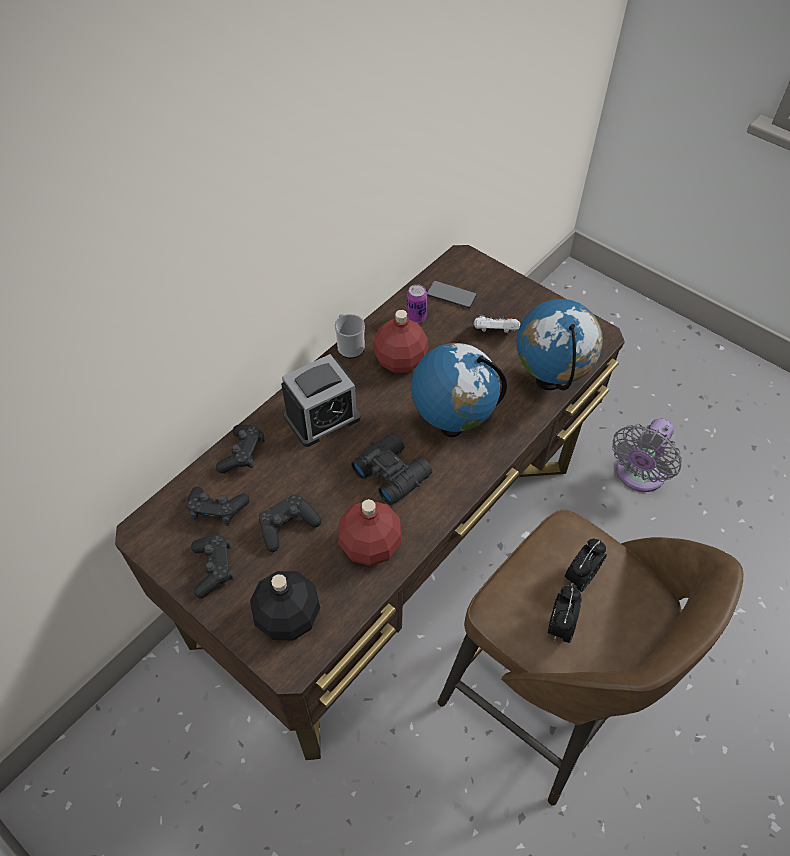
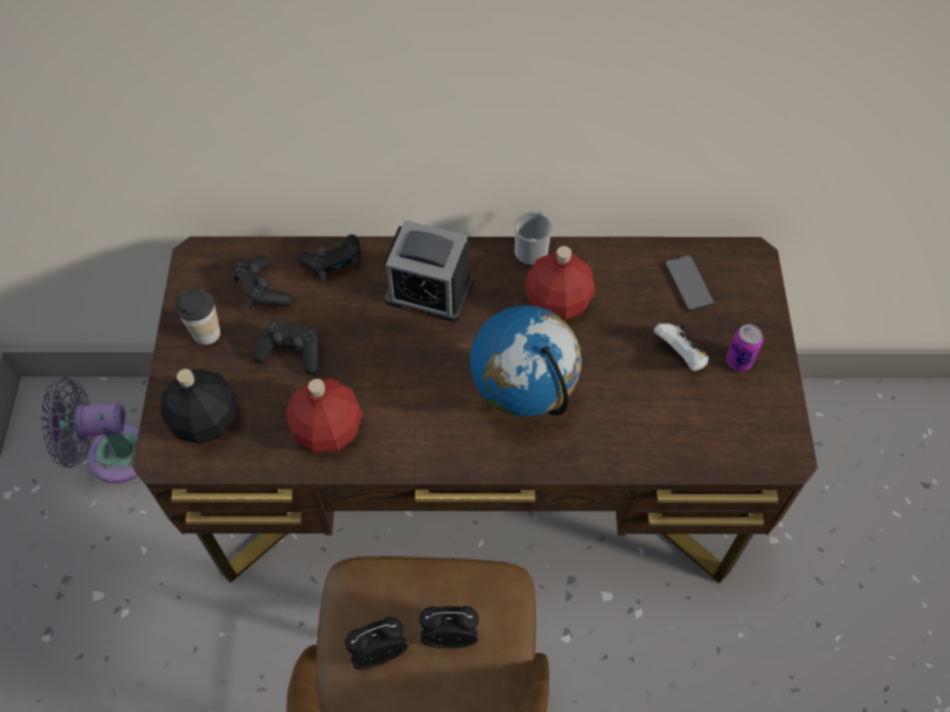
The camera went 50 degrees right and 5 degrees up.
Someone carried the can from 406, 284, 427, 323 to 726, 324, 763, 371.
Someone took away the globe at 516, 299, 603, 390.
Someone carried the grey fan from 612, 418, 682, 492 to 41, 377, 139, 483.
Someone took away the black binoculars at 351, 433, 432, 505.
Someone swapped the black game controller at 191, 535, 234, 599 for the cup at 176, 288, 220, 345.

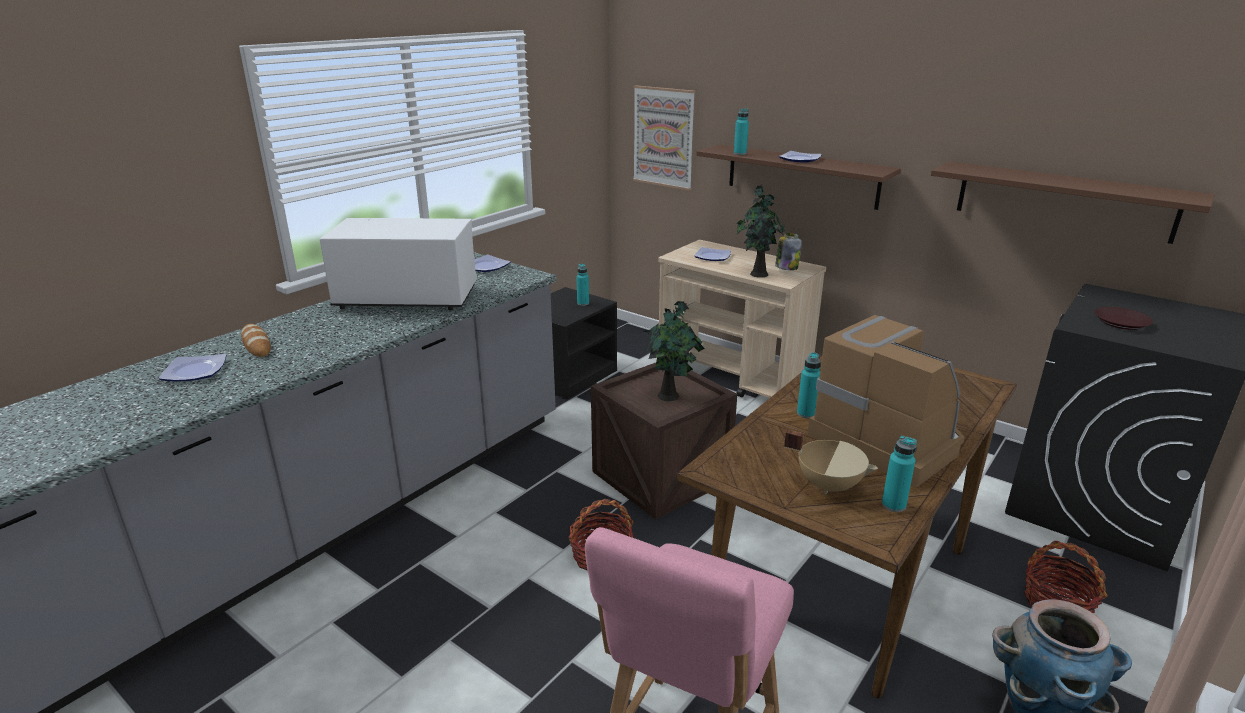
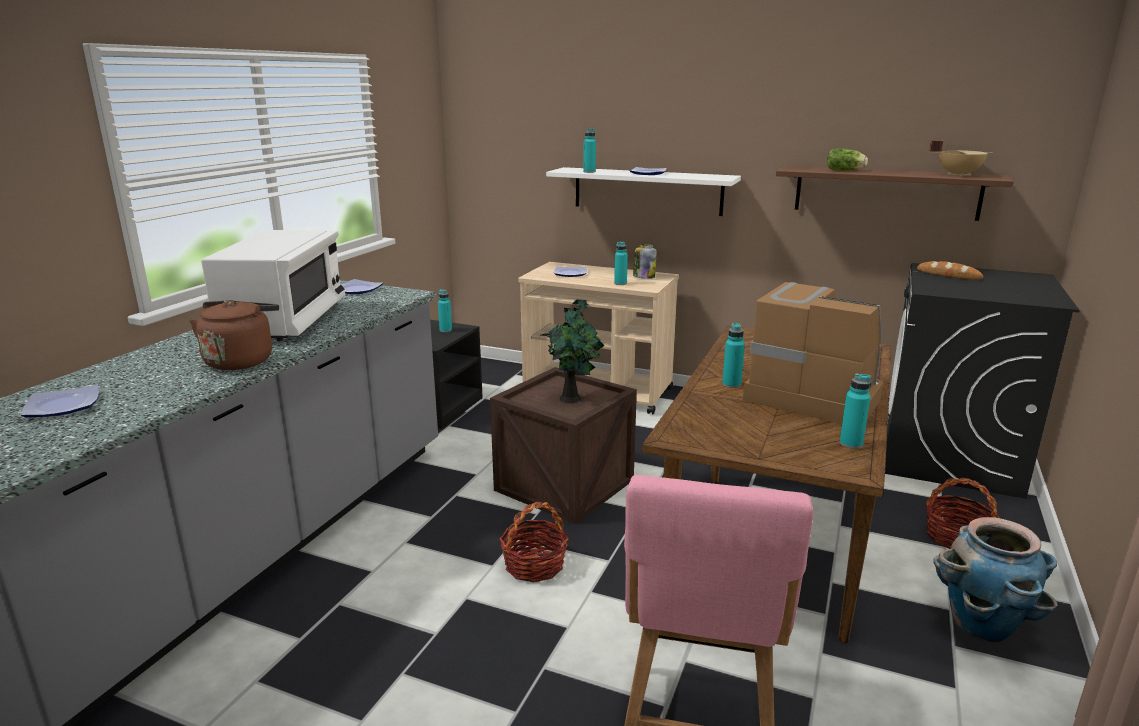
The camera went 15 degrees left and 5 degrees down.
Someone took away the picture at 633, 85, 695, 191.
Someone repainted the brown shelf at 696, 145, 901, 210, which became the white shelf at 546, 167, 741, 216.
Someone swapped the potted plant at 737, 185, 785, 278 for the turquoise bottle at 614, 241, 628, 285.
Someone rotated the white microwave at 320, 218, 477, 311 by 105 degrees clockwise.
Someone took away the brown plate at 1094, 307, 1153, 330.
Someone carried the bread from 241, 324, 271, 357 to 917, 261, 983, 280.
Someone carried the beige cooking pot from 784, 430, 878, 495 to 929, 140, 993, 176.
Someone put down the lettuce at 827, 148, 868, 170.
Someone put down the brown kettle at 189, 300, 279, 370.

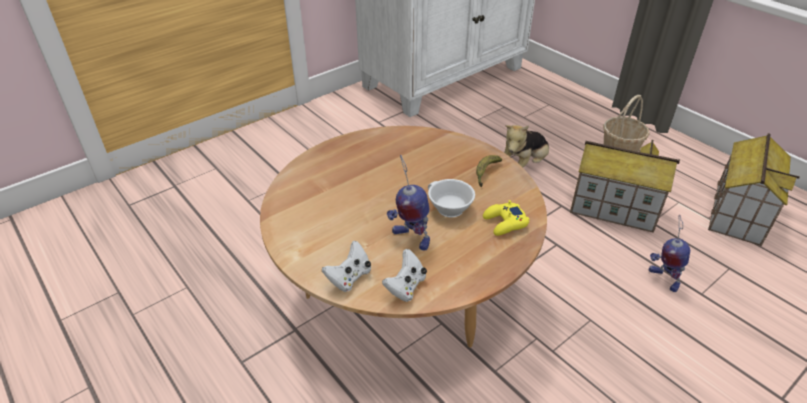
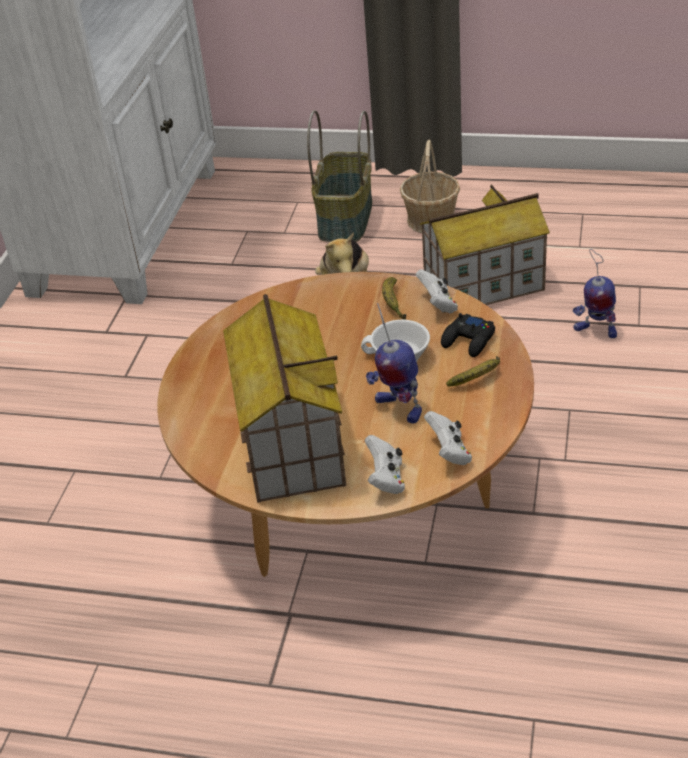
The camera went 35 degrees left and 0 degrees up.
Someone carried the toy house from 708, 133, 800, 246 to 223, 294, 346, 503.
Someone rotated the toy robot at 387, 154, 430, 251 by 45 degrees clockwise.
Someone repainted the yellow game controller at 483, 200, 530, 236, which became the black game controller at 441, 313, 495, 357.
Someone put down the basket at 307, 110, 372, 242.
Someone put down the white game controller at 416, 269, 458, 313.
Someone put down the banana at 446, 356, 500, 386.

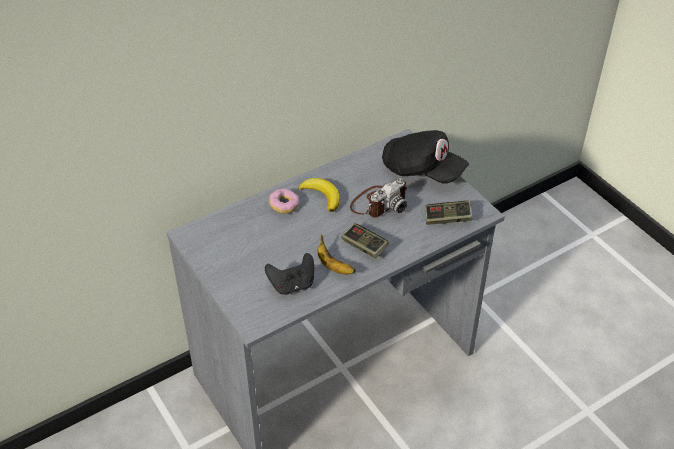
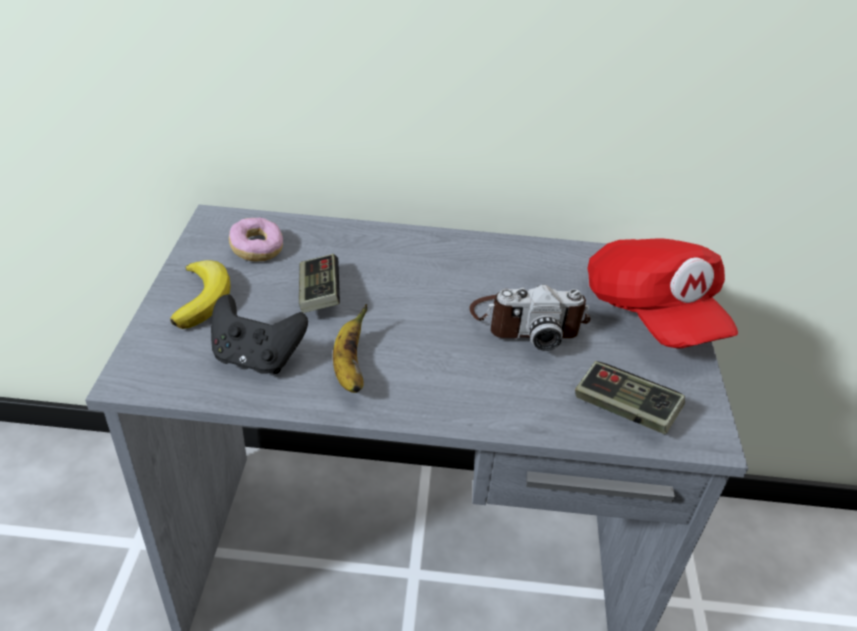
The camera went 35 degrees right and 5 degrees down.
Someone repainted the black cap at 382, 130, 469, 184, which became the red cap at 587, 238, 738, 348.
Someone carried the banana from 298, 178, 340, 212 to 170, 260, 230, 329.
Someone carried the donut from 269, 189, 299, 214 to 229, 218, 283, 262.
Someone carried the game controller from 342, 223, 389, 259 to 299, 254, 340, 313.

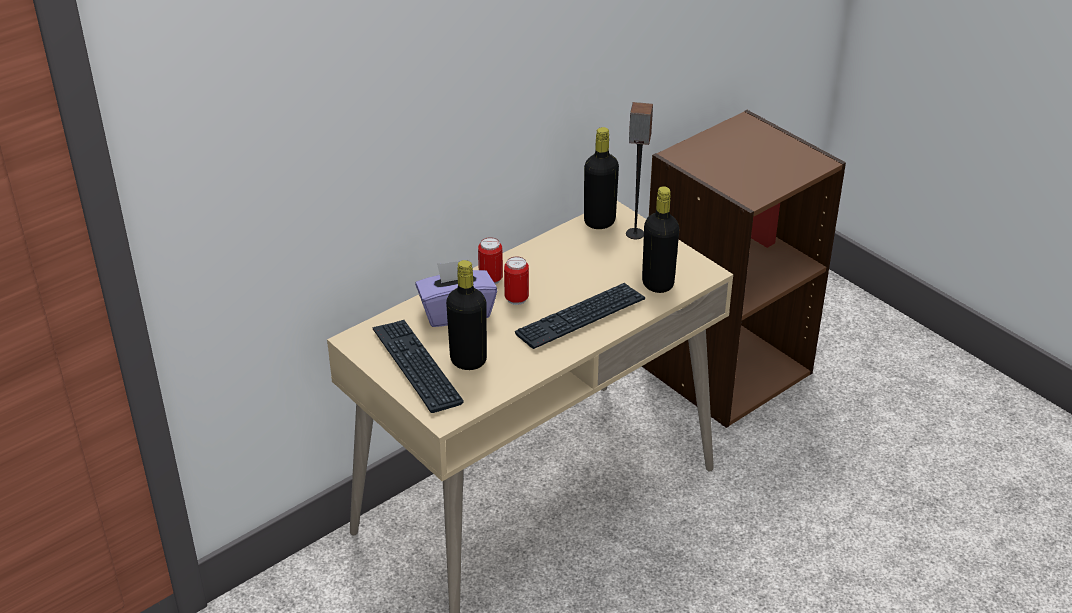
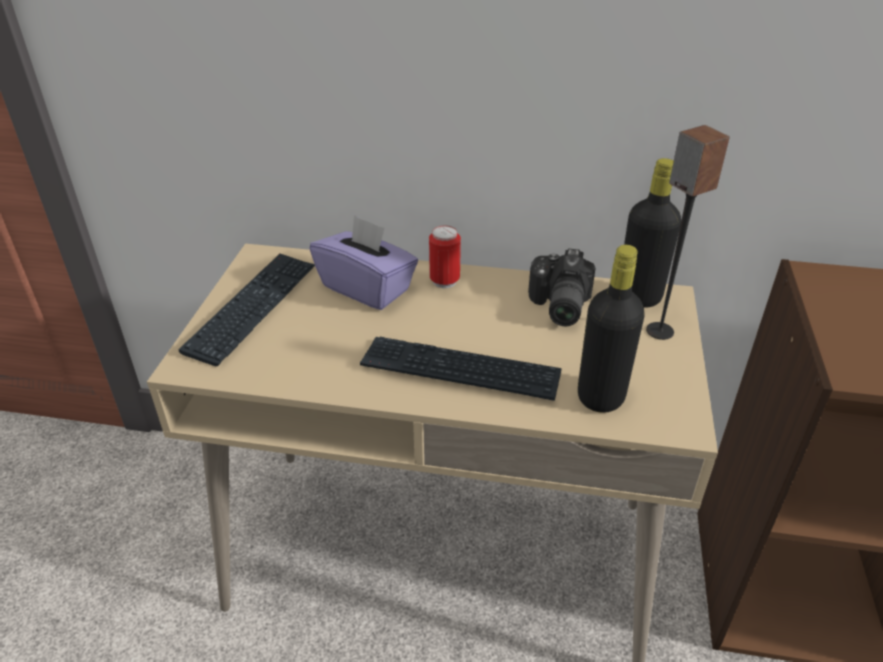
The camera went 50 degrees right and 0 degrees up.
Someone took away the can at 504, 256, 529, 305.
Someone took away the black bottle at 446, 260, 487, 370.
Someone put down the photo camera at 528, 249, 595, 326.

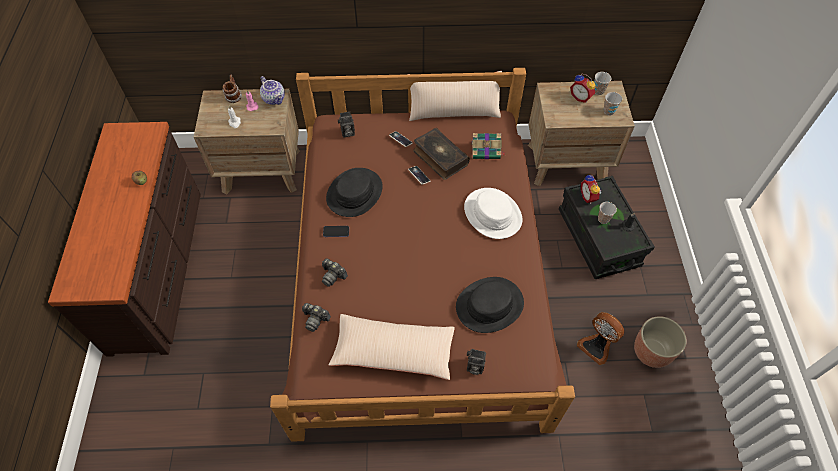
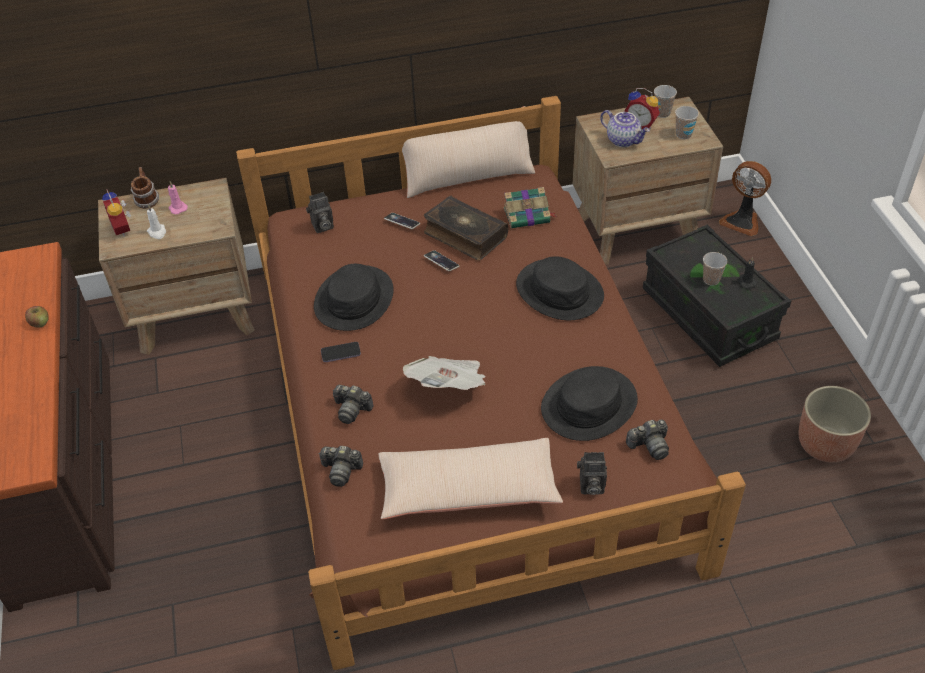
The camera went 10 degrees left and 10 degrees down.
Someone carried the teapot from 260, 76, 285, 105 to 600, 110, 650, 147.
Someone carried the alarm clock from 581, 175, 601, 204 to 102, 190, 131, 237.
Someone repainted the white hat at 464, 188, 522, 239, which became the black hat at 516, 256, 604, 320.
Someone carried the fan from 577, 312, 624, 365 to 719, 161, 771, 236.
Someone put down the newspaper at 403, 356, 486, 390.
Someone put down the photo camera at 626, 420, 669, 460.

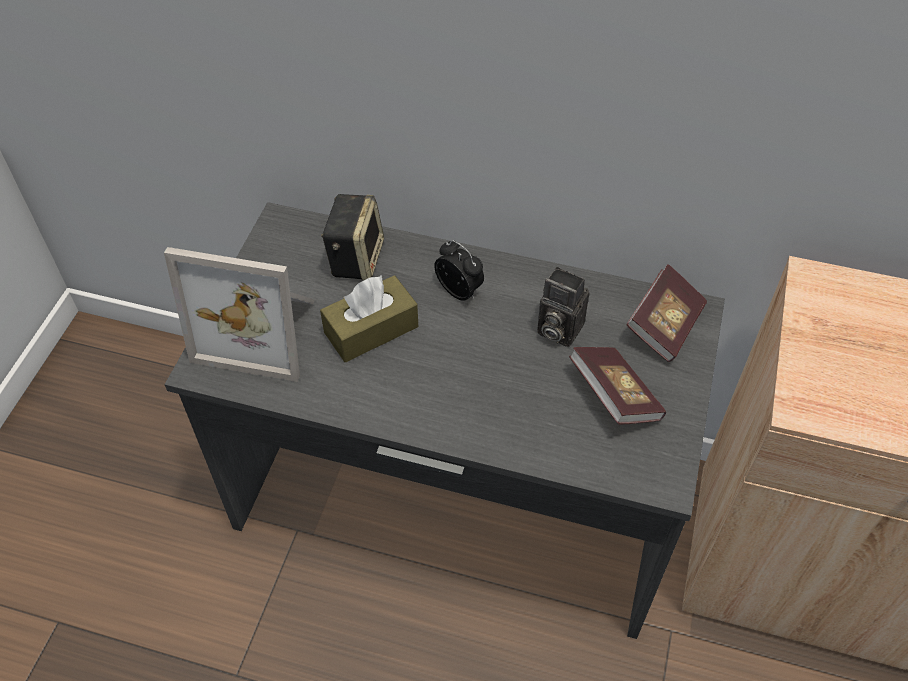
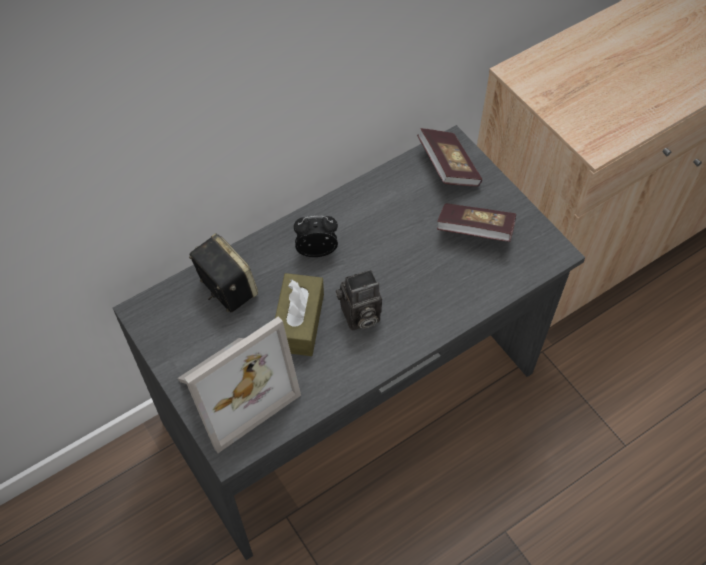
The camera went 50 degrees left and 5 degrees up.
Someone carried the photo camera from 537, 267, 589, 347 to 336, 270, 382, 330.

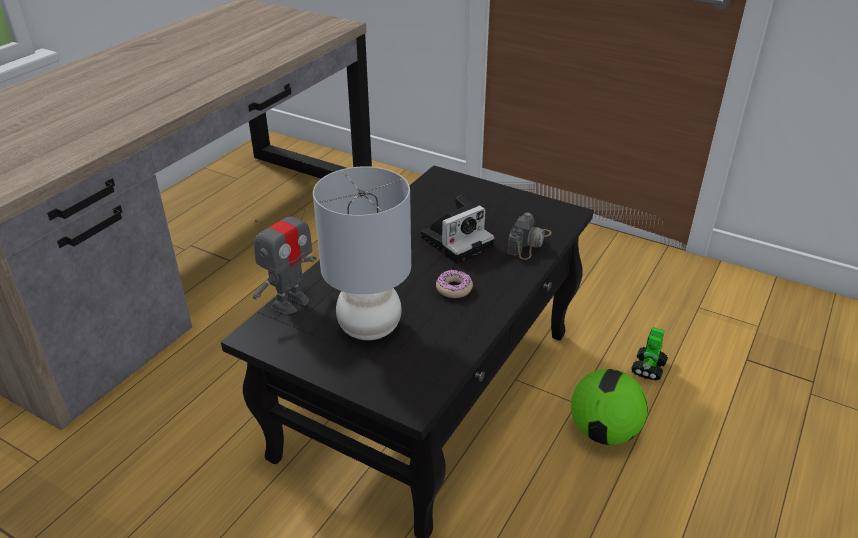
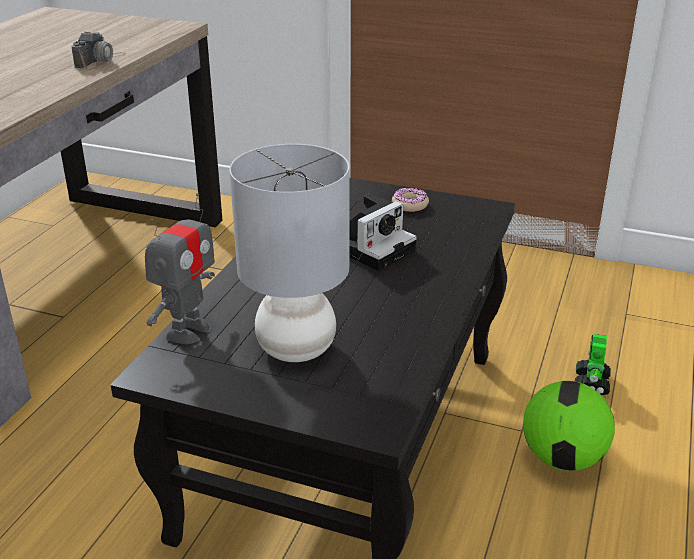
The camera went 10 degrees left and 5 degrees down.
Someone carried the photo camera from 507, 212, 552, 260 to 71, 32, 126, 70.
Someone carried the donut from 436, 270, 473, 298 to 392, 188, 429, 212.

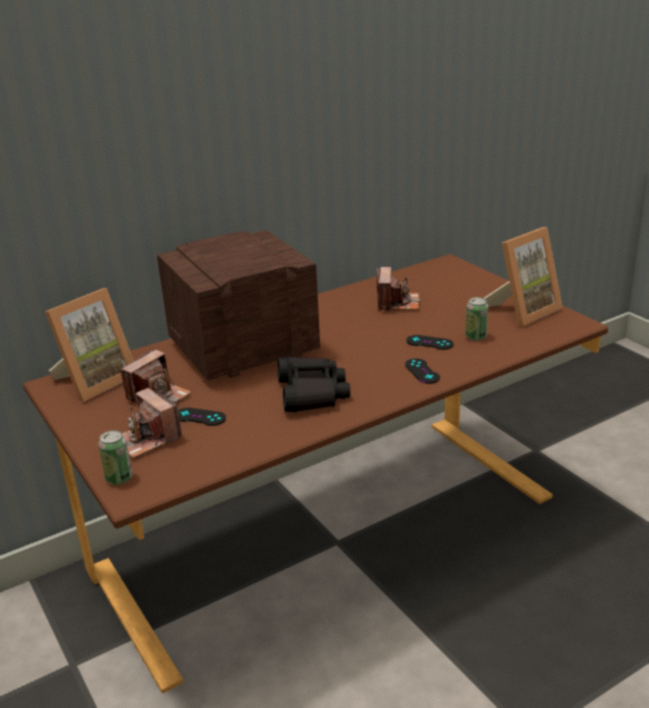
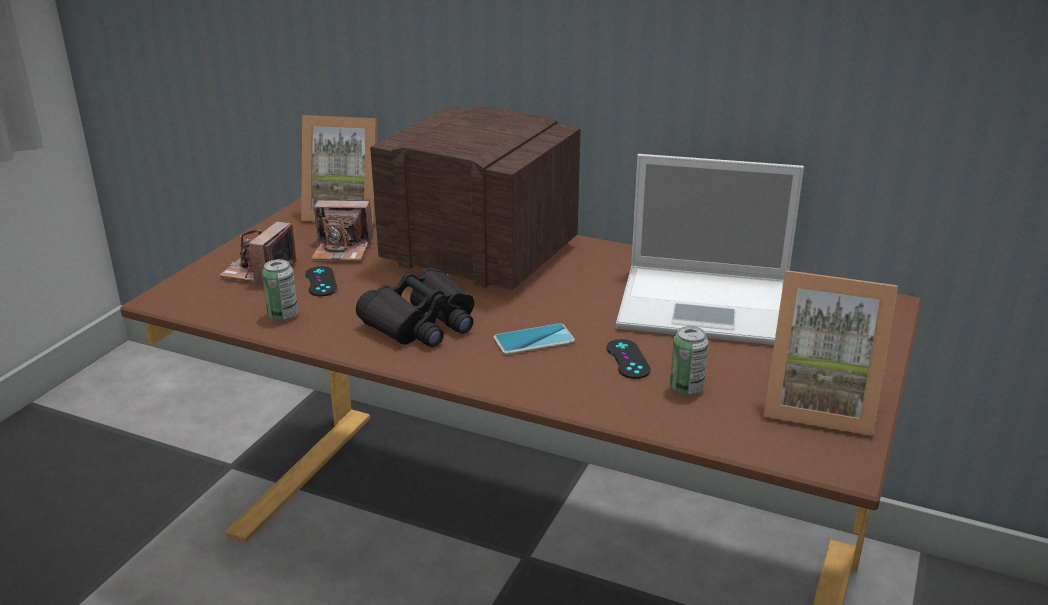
The camera went 55 degrees right and 0 degrees up.
Someone swapped the photo camera at 377, 267, 420, 312 for the laptop at 616, 154, 804, 345.
Someone took away the black game controller at 405, 358, 440, 384.
Someone carried the can from 98, 430, 132, 485 to 262, 259, 298, 321.
Someone put down the phone at 494, 323, 575, 355.

